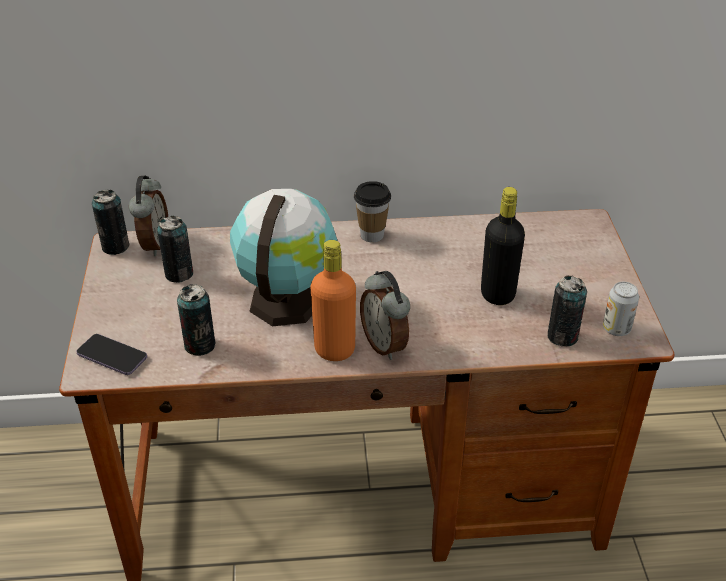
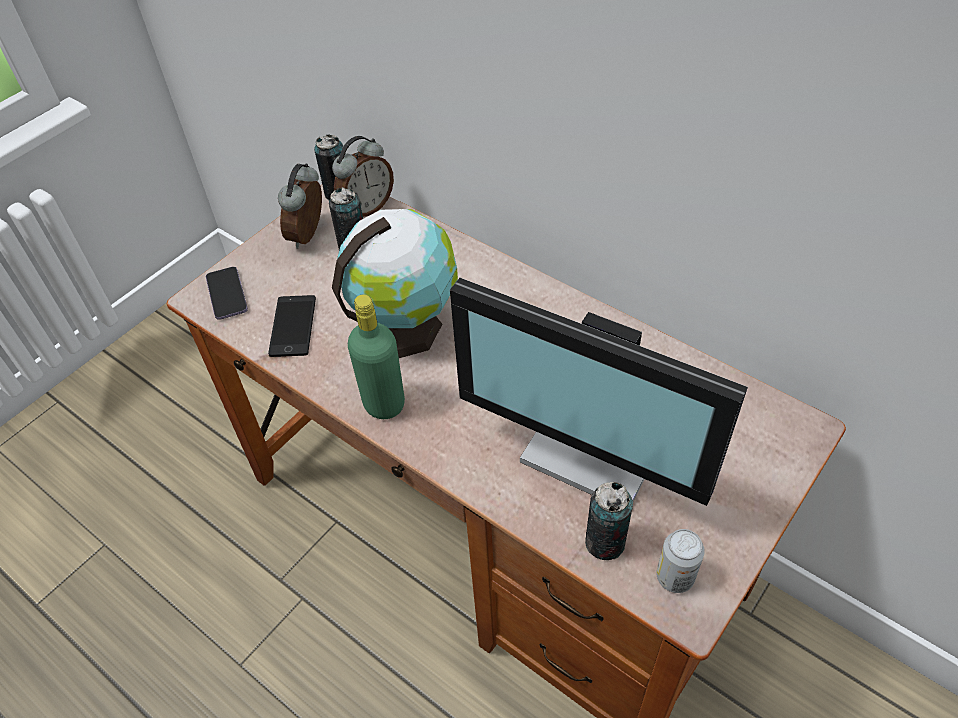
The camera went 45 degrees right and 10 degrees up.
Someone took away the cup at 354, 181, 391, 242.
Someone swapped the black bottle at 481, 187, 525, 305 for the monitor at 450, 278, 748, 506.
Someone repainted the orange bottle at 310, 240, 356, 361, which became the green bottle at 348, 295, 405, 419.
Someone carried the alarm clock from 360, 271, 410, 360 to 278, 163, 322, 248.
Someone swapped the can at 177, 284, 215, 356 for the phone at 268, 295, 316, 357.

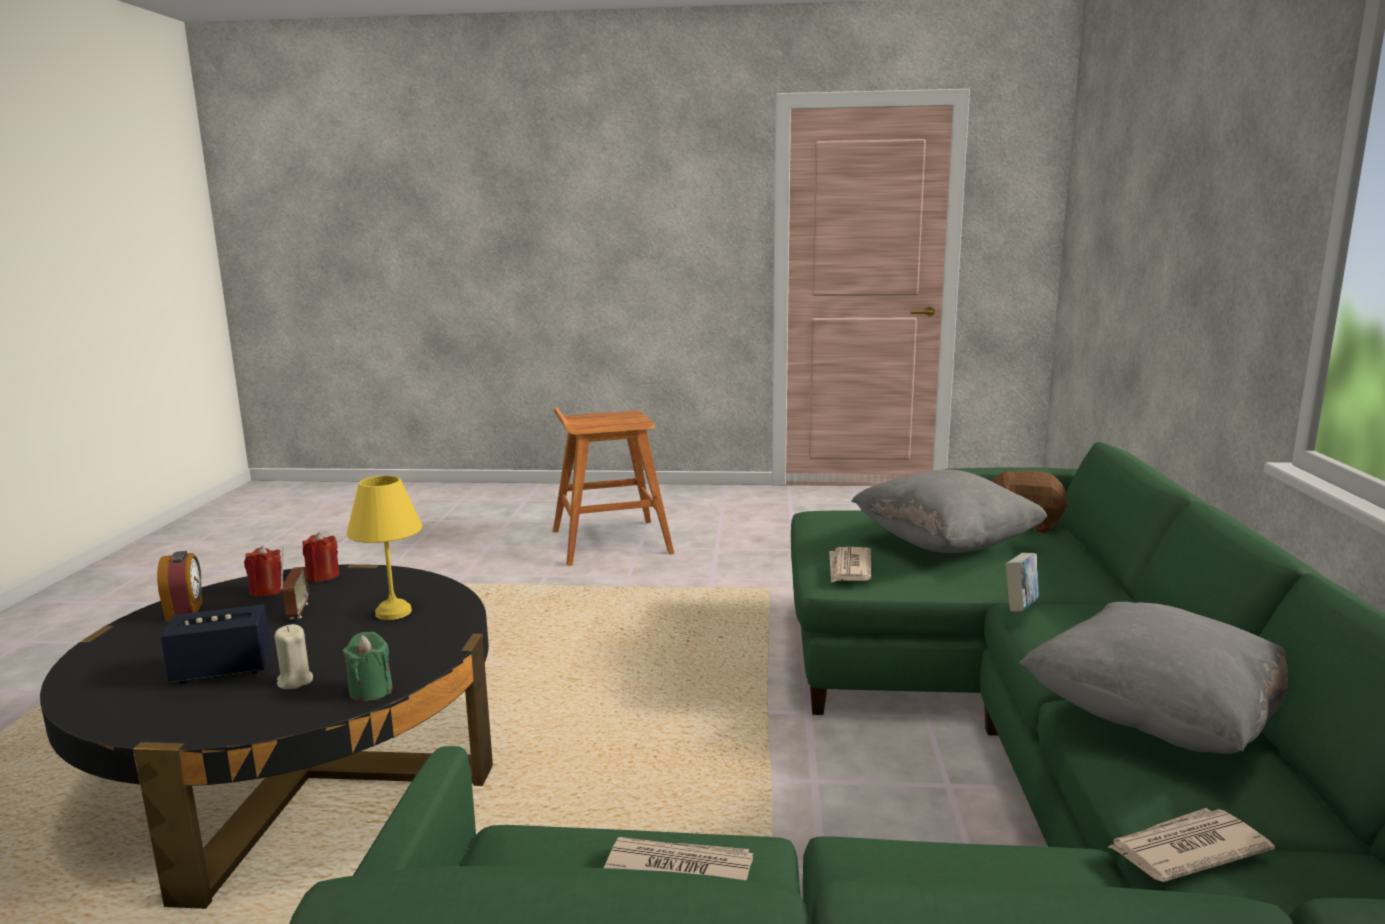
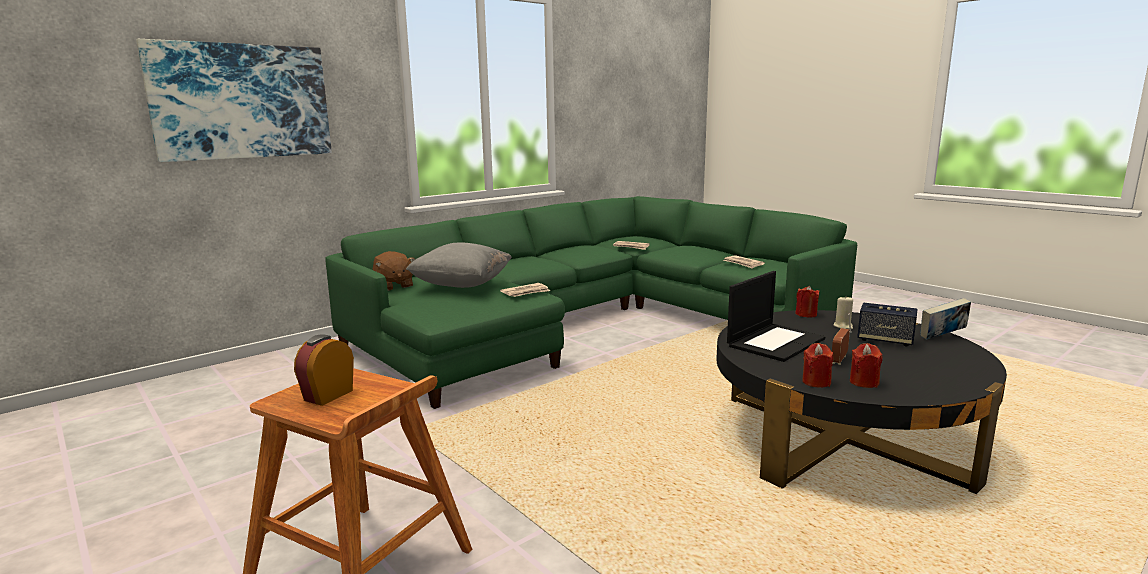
The camera went 135 degrees left and 0 degrees up.
Someone swapped the yellow table lamp at 347, 476, 422, 620 for the laptop at 727, 271, 825, 362.
Someone carried the alarm clock from 157, 551, 203, 621 to 294, 334, 354, 406.
Someone carried the book from 1005, 553, 1039, 612 to 920, 298, 971, 340.
Someone took away the grey pillow at 1019, 602, 1288, 754.
Someone repainted the green candle at 343, 632, 393, 702, which became the red candle at 795, 286, 819, 317.
Someone put up the picture at 136, 39, 332, 162.

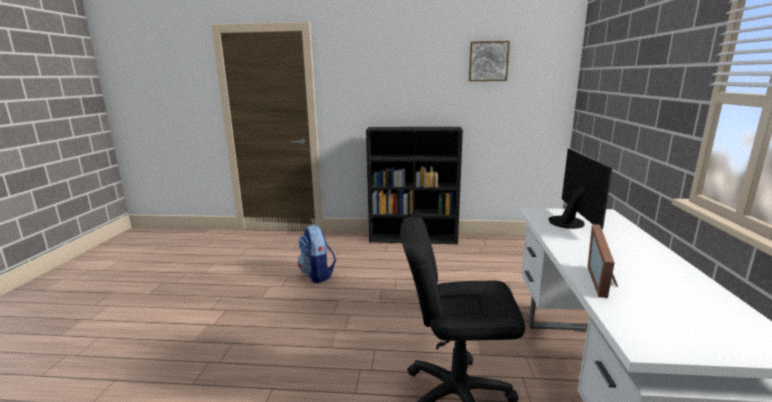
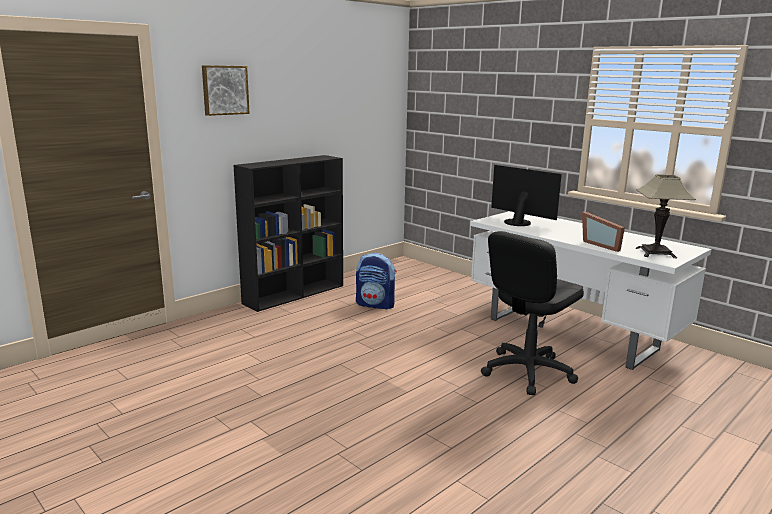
The camera went 50 degrees left and 0 degrees up.
Someone carried the picture from 469, 41, 510, 81 to 202, 65, 250, 116.
Someone carried the backpack from 298, 225, 336, 283 to 356, 253, 397, 309.
Someone put down the table lamp at 636, 174, 696, 258.

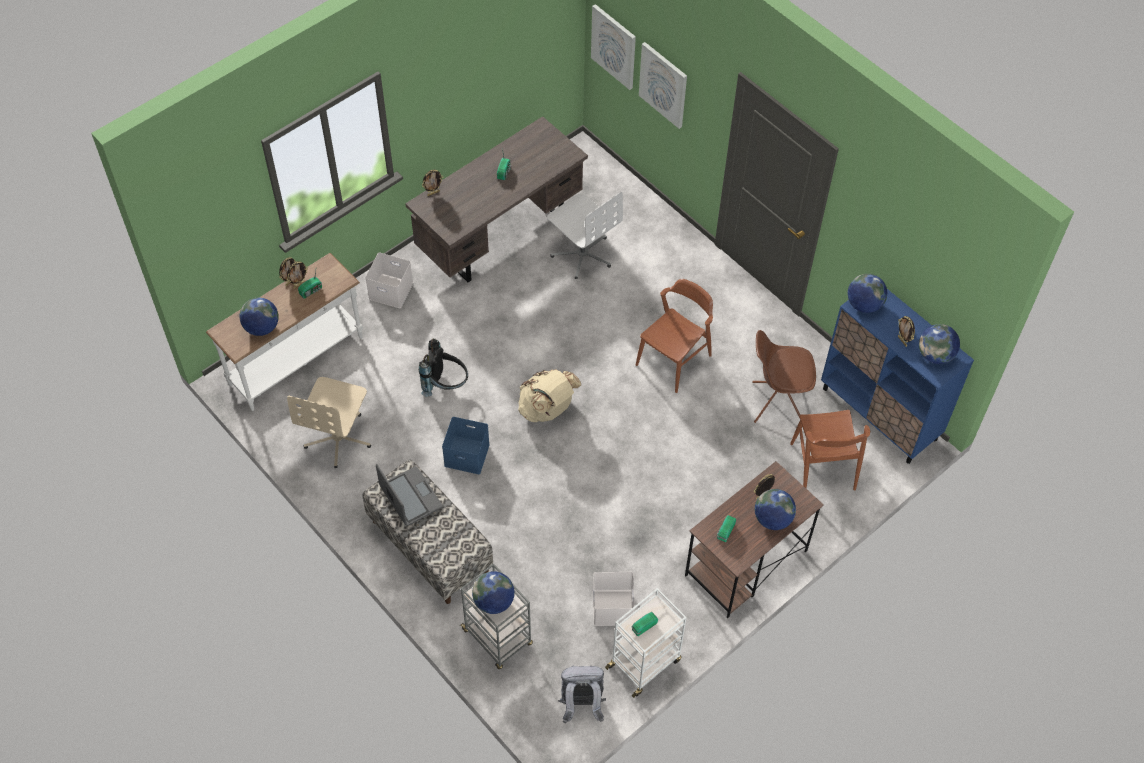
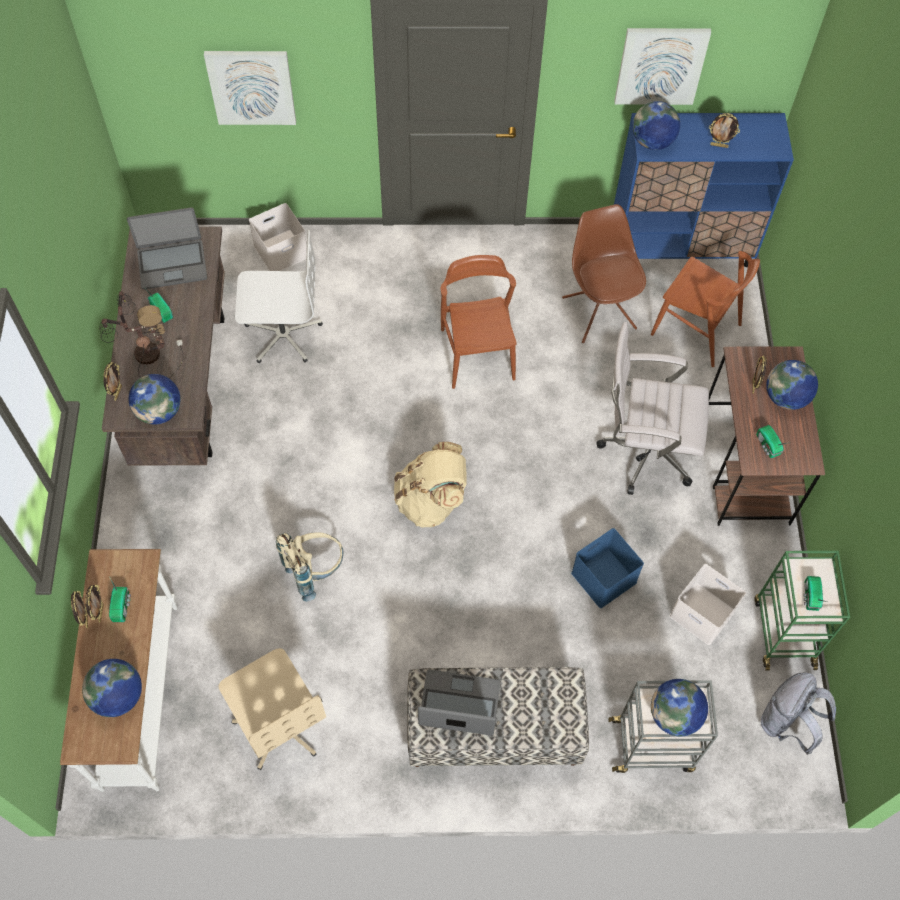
The camera went 50 degrees left and 5 degrees up.
Someone carried the picture from 591, 4, 636, 90 to 614, 28, 711, 105.
Someone carried the white storage box from 365, 252, 413, 308 to 249, 203, 307, 271.
Someone carried the globe from 919, 324, 960, 364 to 129, 374, 181, 425.
Someone rotated the brown chair at 752, 330, 816, 423 by 120 degrees clockwise.
Someone repainted the black backpack at 419, 338, 468, 397, which became the beige backpack at 276, 533, 343, 602.
Someone carried the blue storage box from 442, 417, 490, 474 to 571, 528, 644, 608.
Someone repainted the white cart at 605, 588, 687, 698, which became the green cart at 754, 551, 850, 671.
Someone put down the laptop at 127, 207, 207, 290.
Someone put down the table lamp at 99, 291, 184, 379.
Someone put down the white office chair at 596, 322, 709, 495.

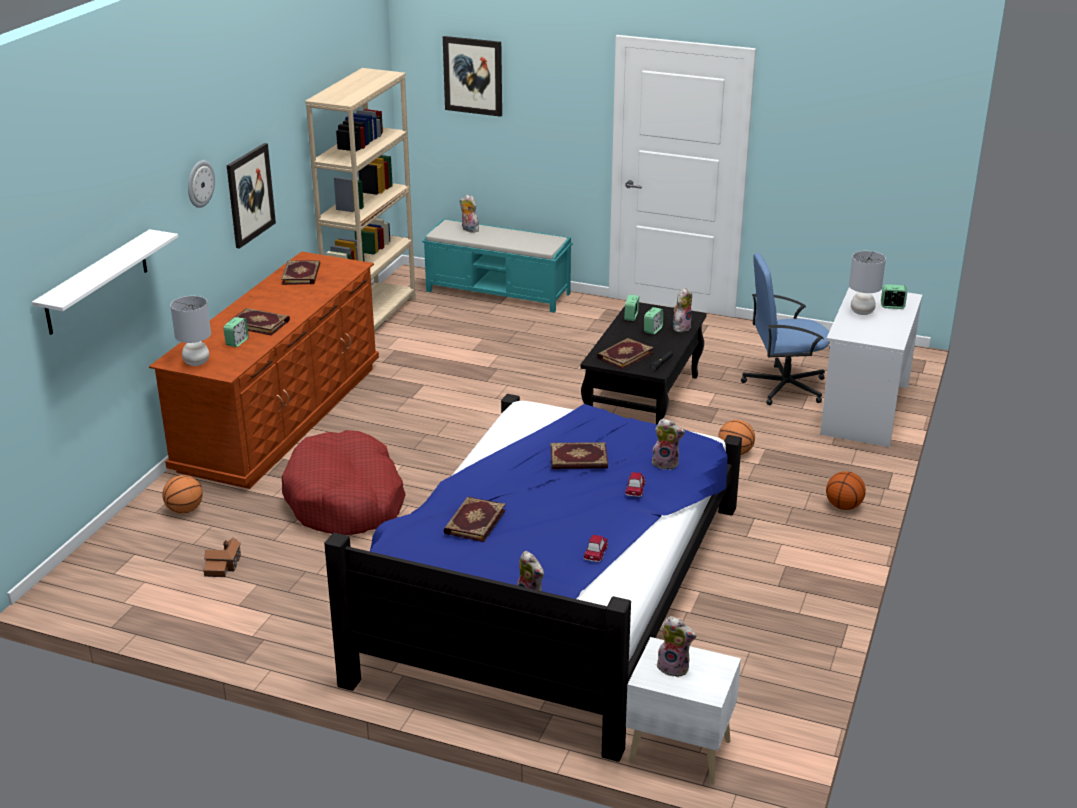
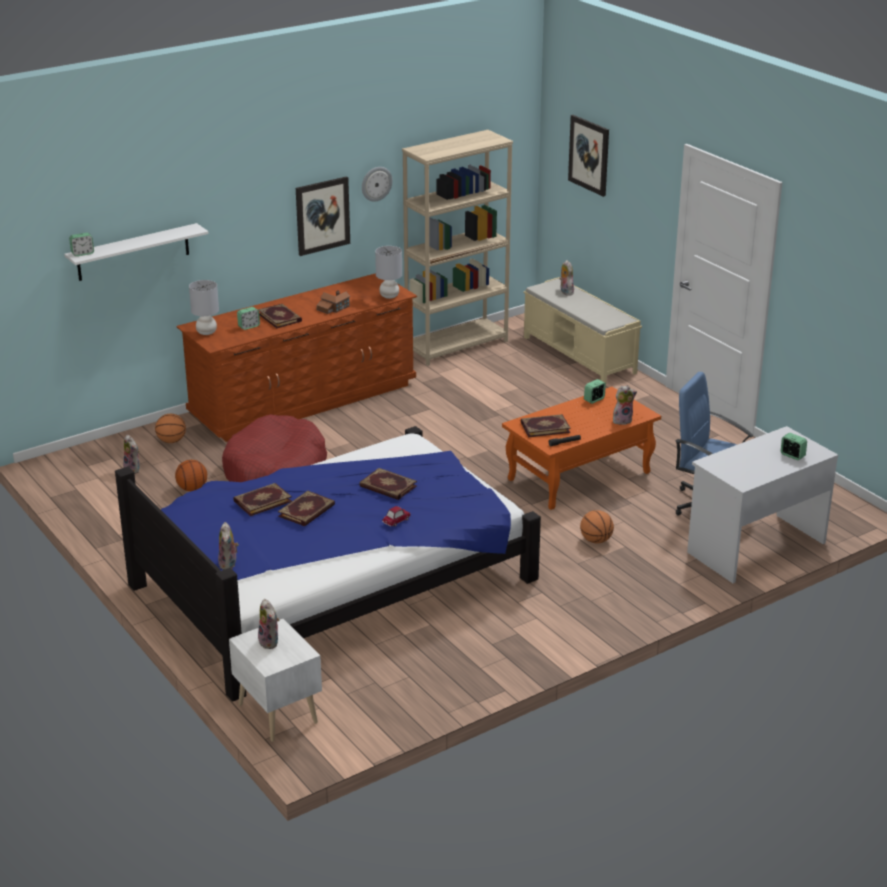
The camera went 35 degrees right and 0 degrees up.
Someone carried the wall clock from 188, 160, 215, 208 to 362, 167, 393, 202.
Someone repainted the turquoise bench at 422, 219, 573, 313, which became the beige bench at 524, 277, 642, 383.
Someone carried the grey table lamp from 849, 251, 886, 315 to 375, 246, 402, 299.
Someone carried the book from 281, 260, 320, 285 to 278, 491, 335, 526.
Someone repainted the black coffee table at 580, 302, 707, 425, which became the orange coffee table at 502, 387, 661, 510.
Someone carried the alarm clock from 644, 307, 663, 334 to 69, 233, 94, 256.
Someone carried the plush toy from 652, 418, 685, 470 to 123, 435, 140, 474.
Someone carried the basketball from 826, 471, 866, 510 to 175, 460, 207, 491.
Someone took away the toy car at 584, 535, 608, 562.
Someone carried the toy house from 203, 538, 241, 577 to 317, 290, 350, 314.

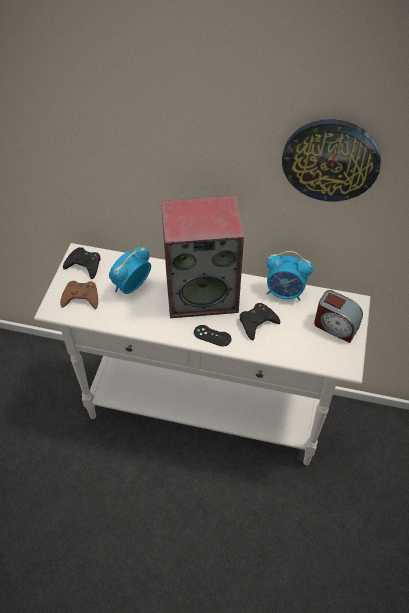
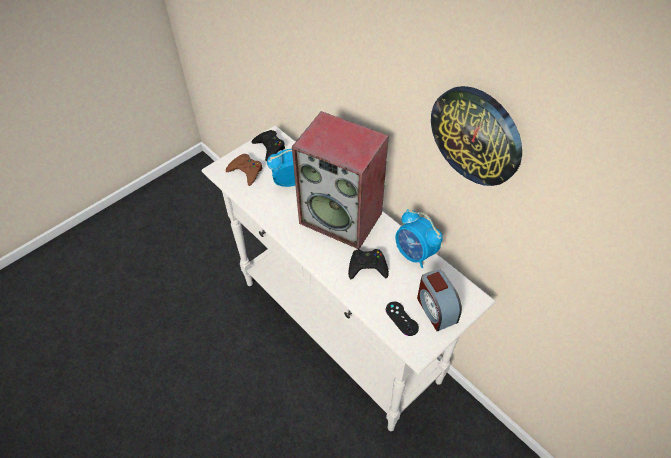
The camera went 35 degrees right and 0 degrees up.
Someone carried the black game controller from 194, 325, 231, 347 to 386, 302, 419, 336.

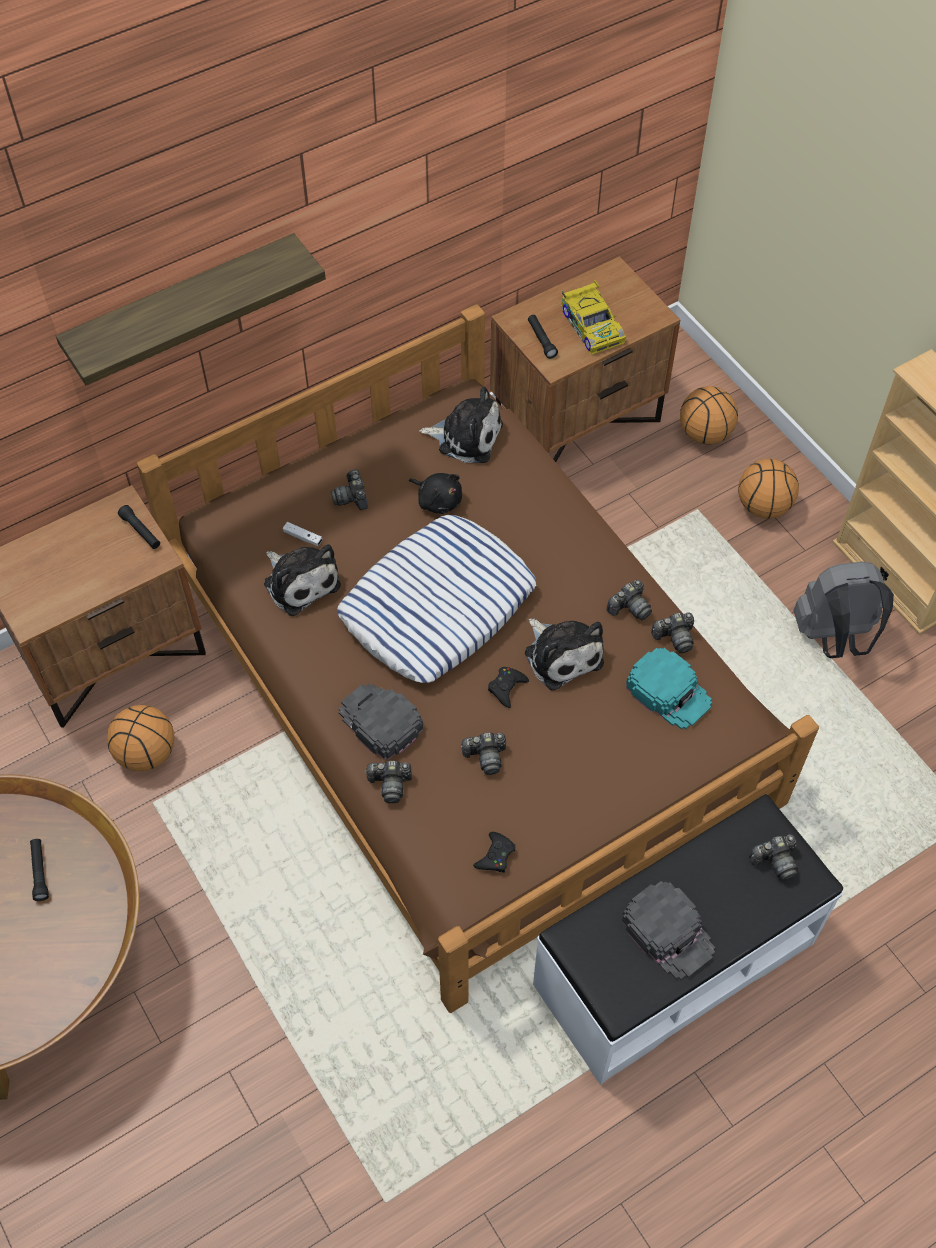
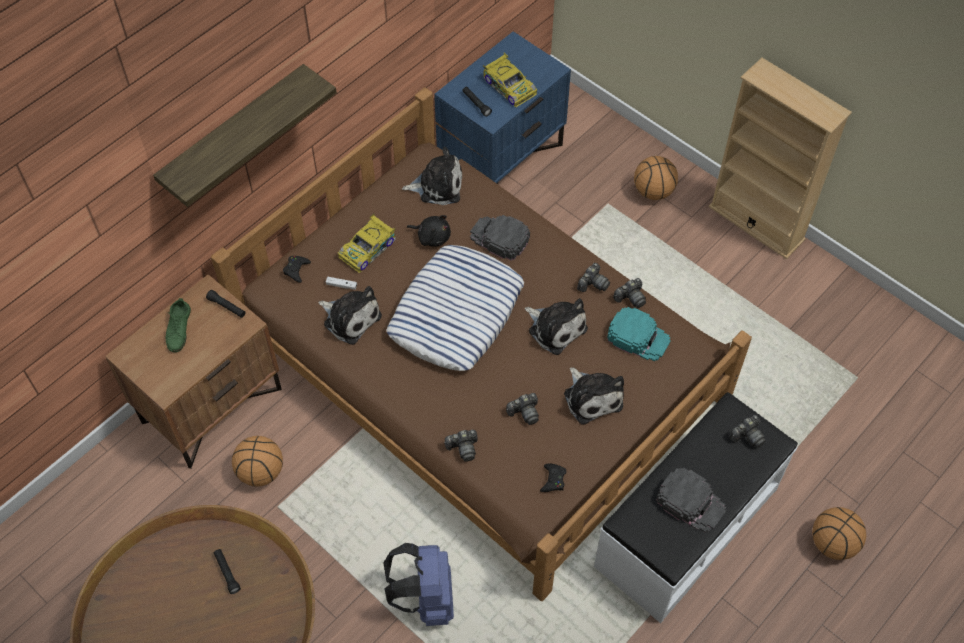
The camera went 15 degrees left and 0 degrees up.
Someone repainted the brown nightstand at 490, 256, 680, 462, which became the blue nightstand at 434, 31, 571, 184.
Someone carried the basketball from 680, 386, 738, 444 to 812, 507, 866, 560.
Someone swapped the photo camera at 331, 469, 368, 510 for the toy car at 338, 213, 396, 273.
Someone took away the grey backpack at 793, 562, 894, 658.
Someone carried the black game controller from 488, 667, 529, 708 to 283, 256, 311, 283.
Someone carried the black cap from 339, 684, 423, 760 to 470, 215, 530, 261.
Someone put down the green shoe at 166, 298, 191, 352.
Someone put down the plush toy at 564, 367, 624, 425.
Someone put down the blue backpack at 383, 543, 454, 626.

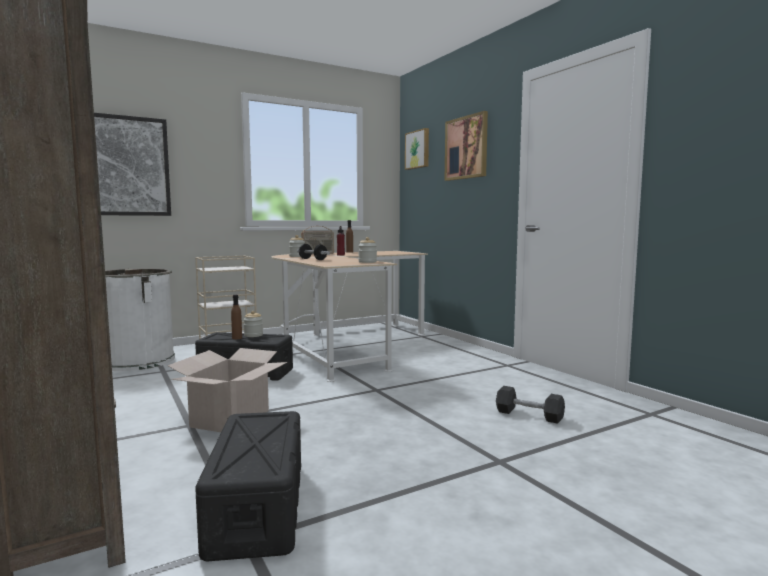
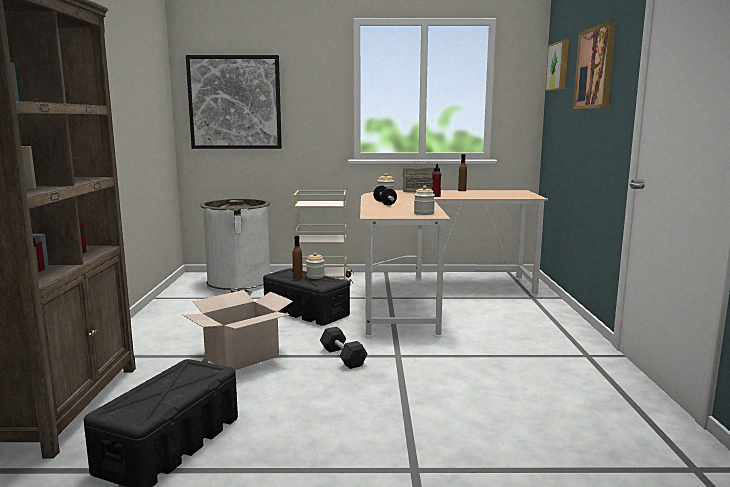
The camera went 30 degrees right and 5 degrees up.
Someone carried the black dumbbell from 496, 386, 565, 424 to 320, 327, 368, 369.

